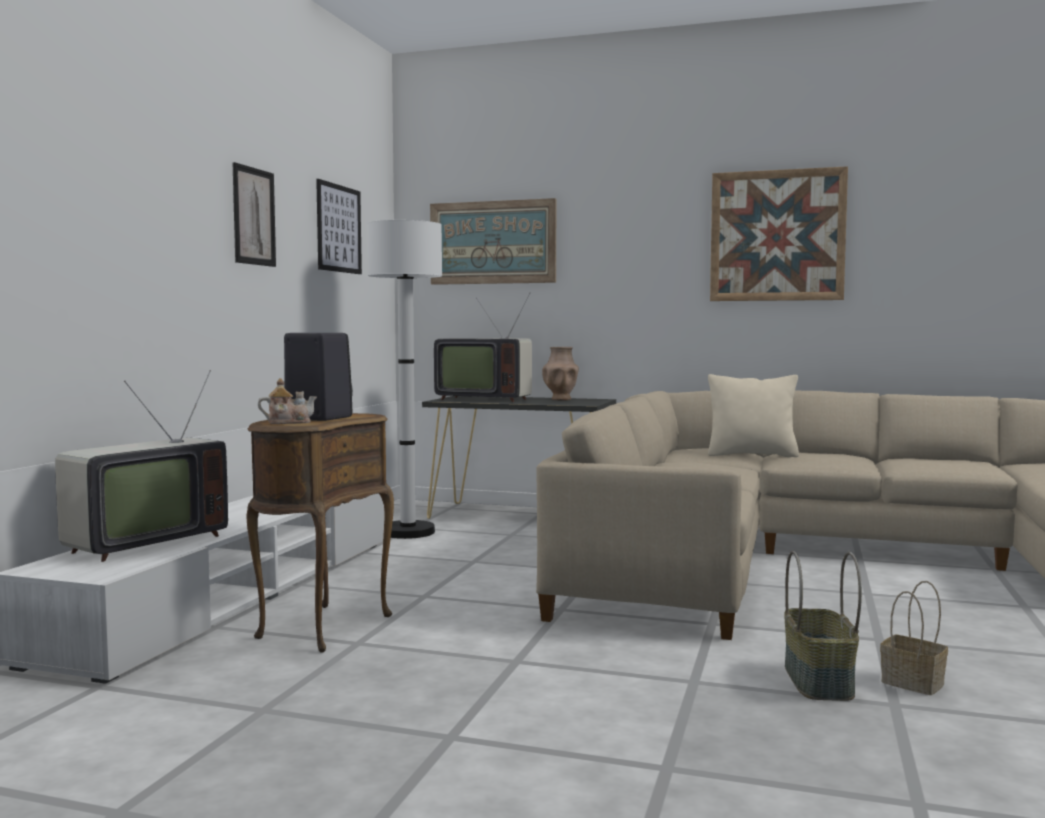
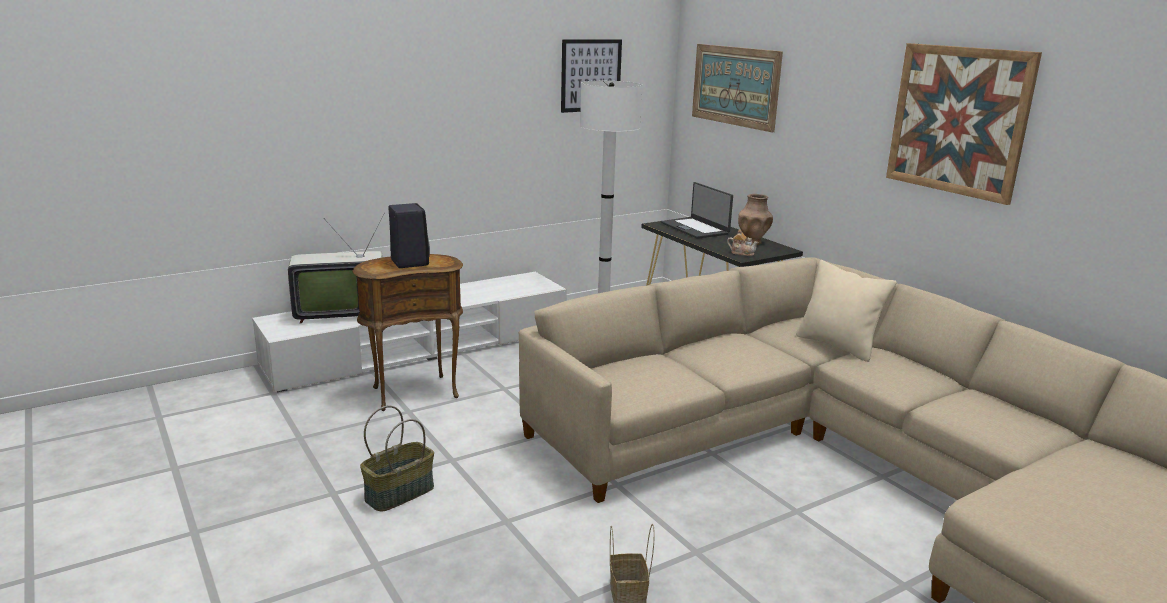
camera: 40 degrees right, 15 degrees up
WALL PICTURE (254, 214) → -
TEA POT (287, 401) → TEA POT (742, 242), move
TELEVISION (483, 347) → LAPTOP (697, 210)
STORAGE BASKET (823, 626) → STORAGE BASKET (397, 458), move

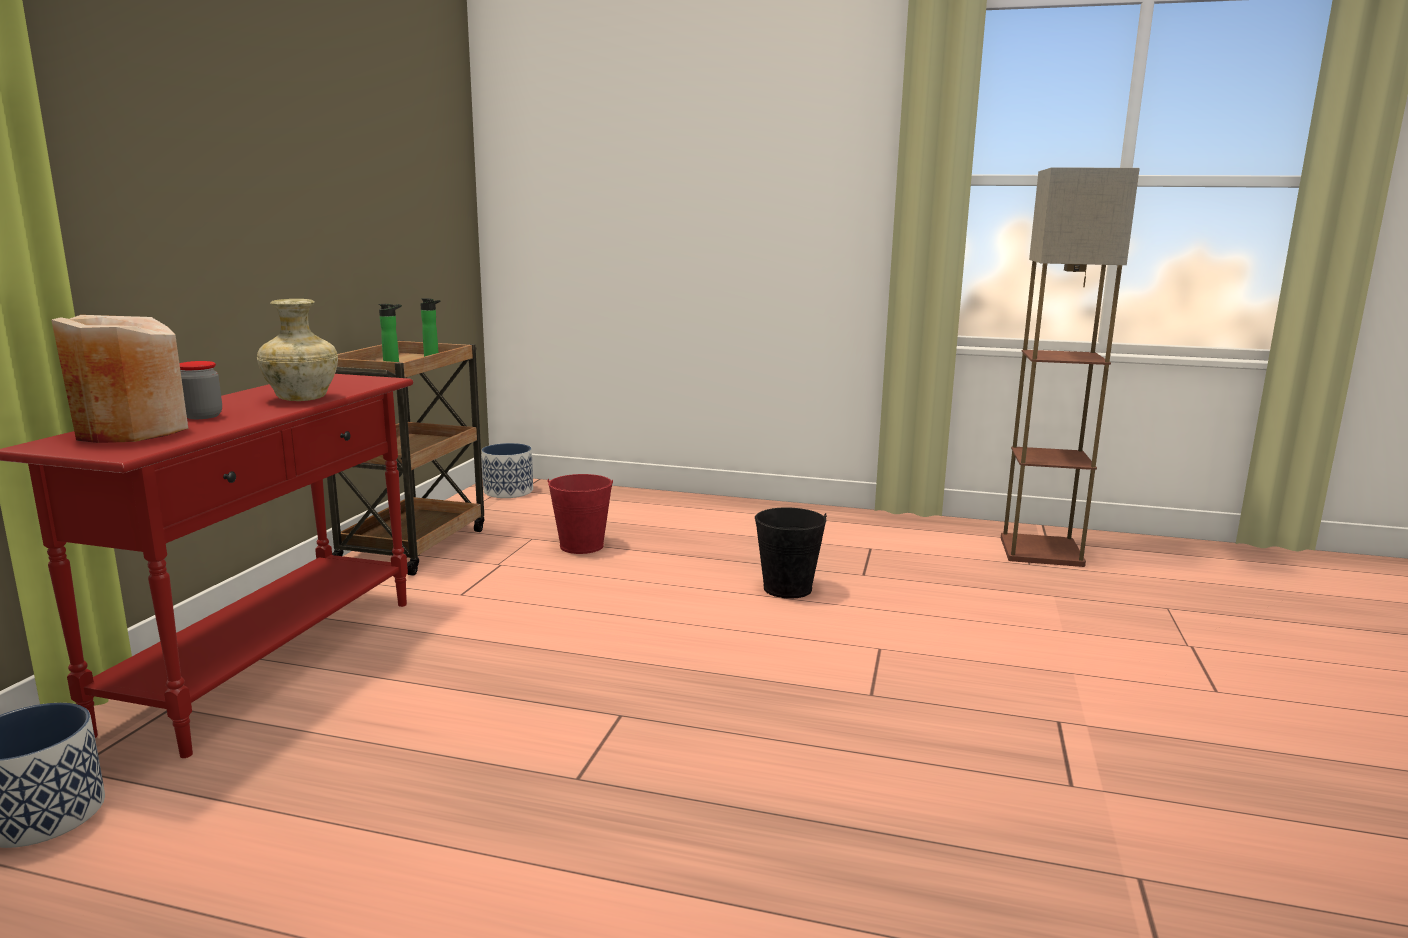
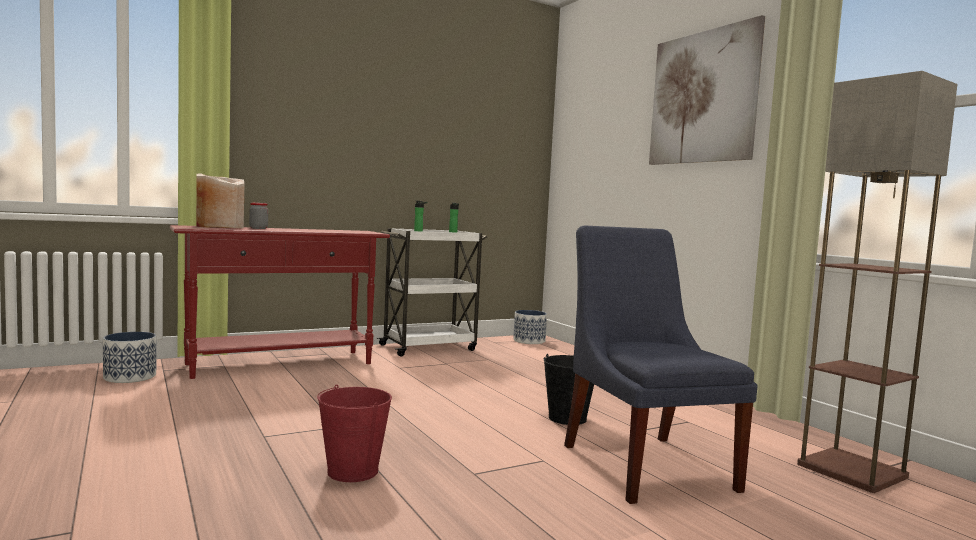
camera: 45 degrees right, 10 degrees down
BEIGE FLOWER VASE (297, 350) → -
BROWN-COLOURED CART (405, 458) → WHITE CART (431, 292)
RED WATER BUCKET (580, 514) → RED WATER BUCKET (354, 433), move
- → BLUE-COLOURED CHAIR (661, 365)
- → WALL PICTURE (707, 90)

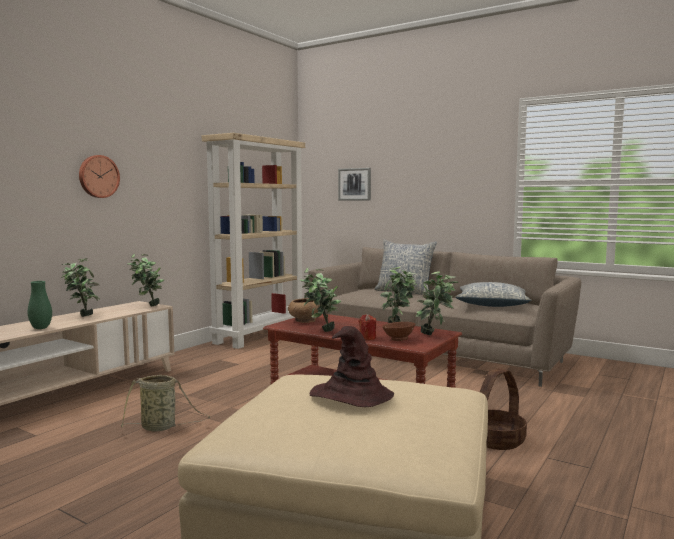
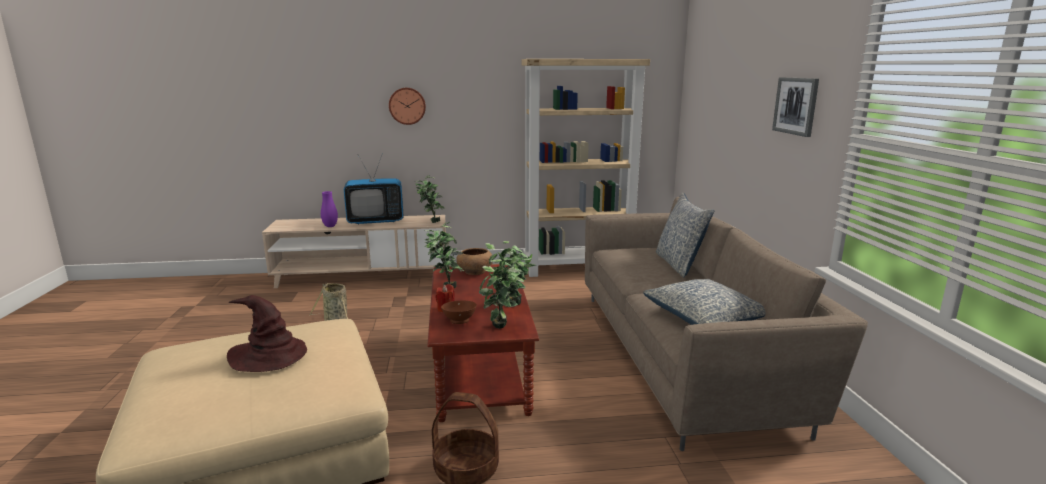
camera: 50 degrees right, 10 degrees up
GREEN-COLOURED FLOWER VASE (40, 305) → PURPLE FLOWER VASE (329, 209)
PLANT IN A POT (80, 287) → TELEVISION (374, 188)
WALL PICTURE (354, 184) → WALL PICTURE (795, 107), move

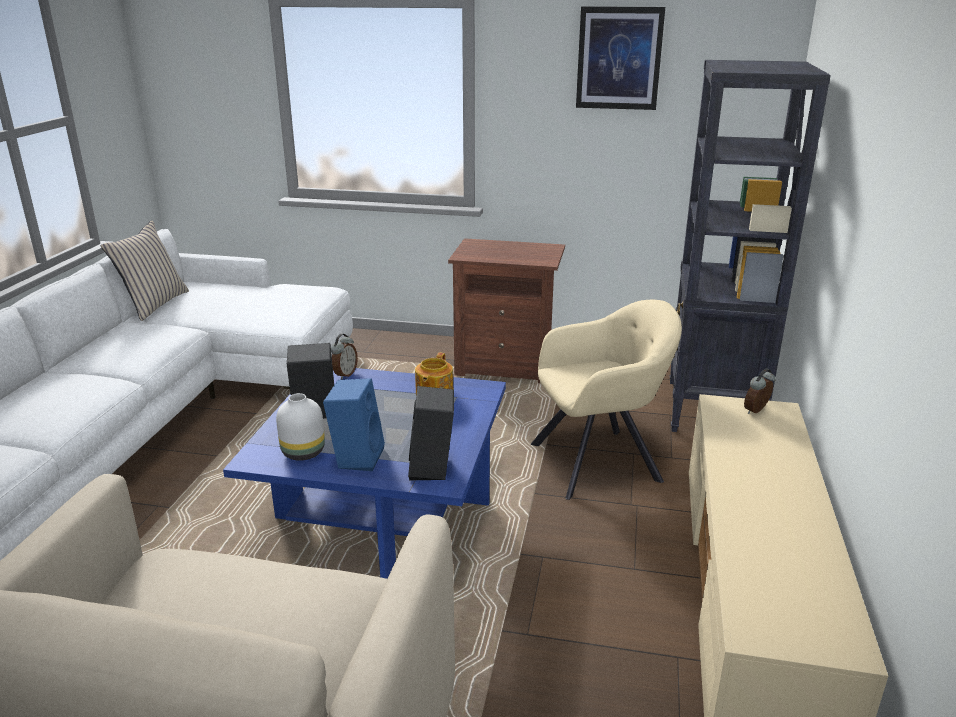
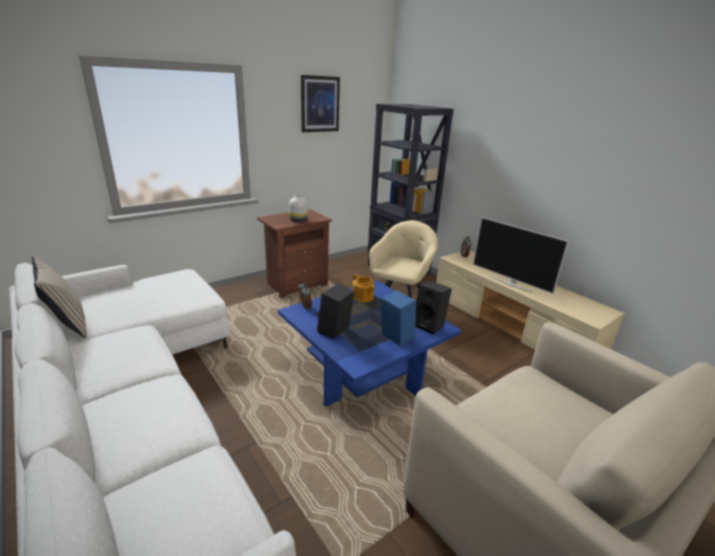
camera: 50 degrees left, 0 degrees up
WHITE FLOWER VASE (300, 427) → WHITE FLOWER VASE (298, 208), move
- → TELEVISION (521, 255)

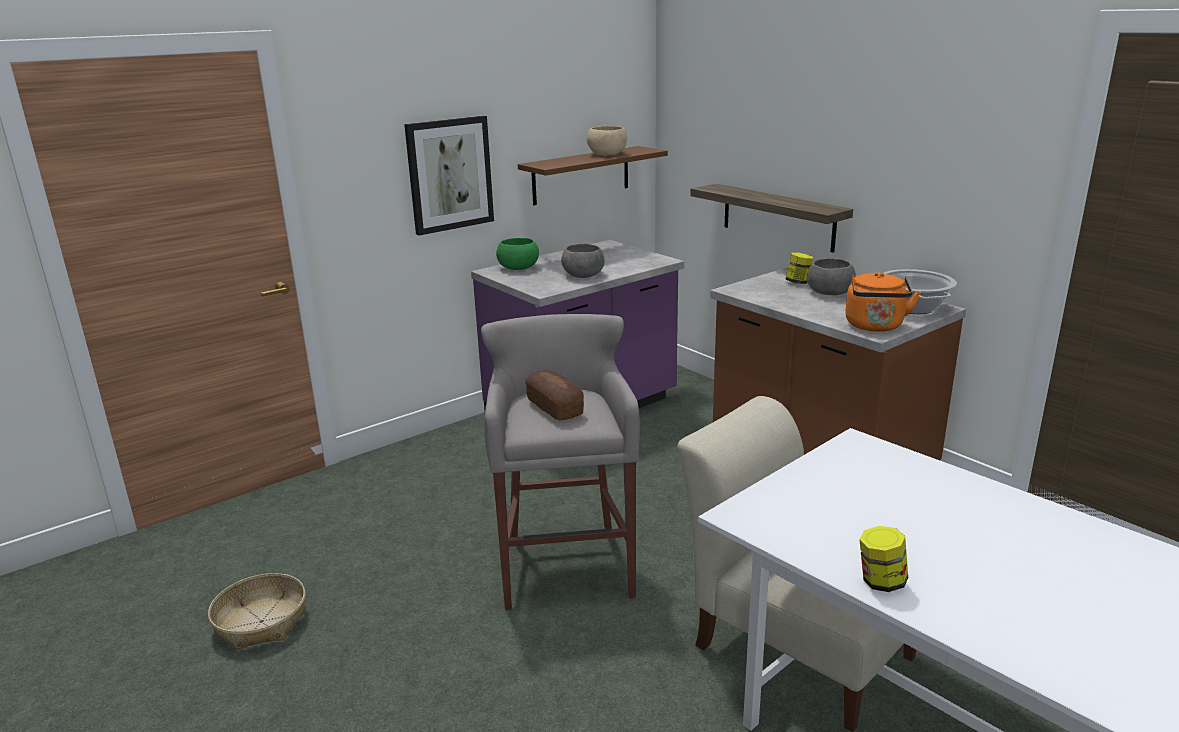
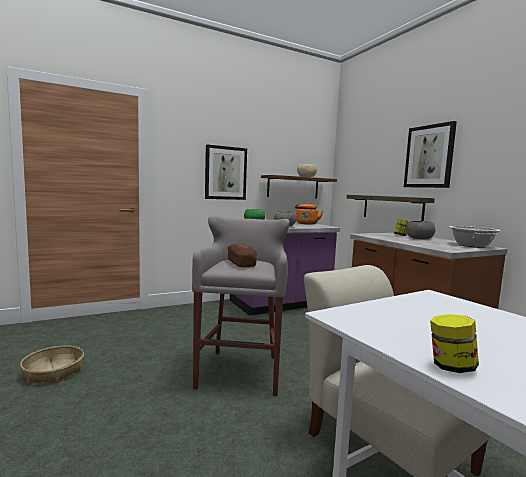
camera: 10 degrees right, 15 degrees down
ORANGE-COLOURED WATER KETTLE (883, 302) → ORANGE-COLOURED WATER KETTLE (309, 214), move
- → WALL PICTURE (430, 154)

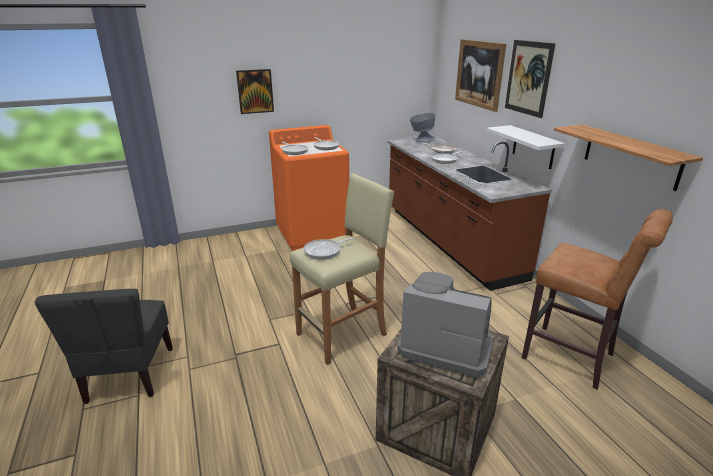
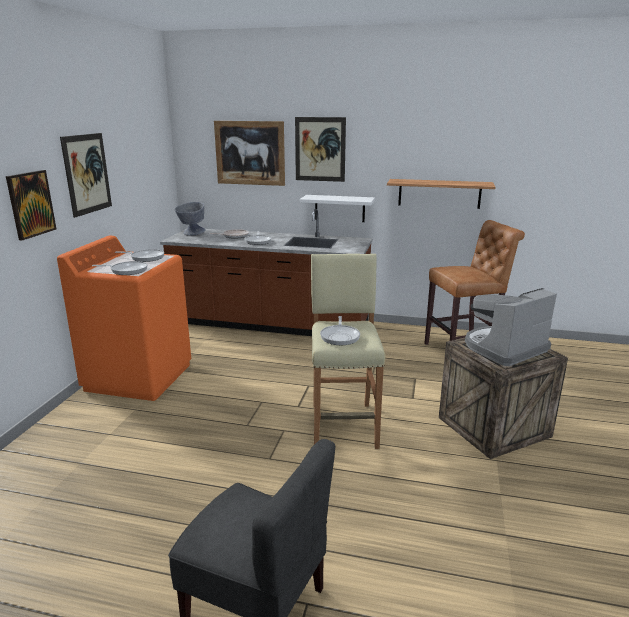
camera: 55 degrees left, 5 degrees down
- → WALL PICTURE (86, 175)

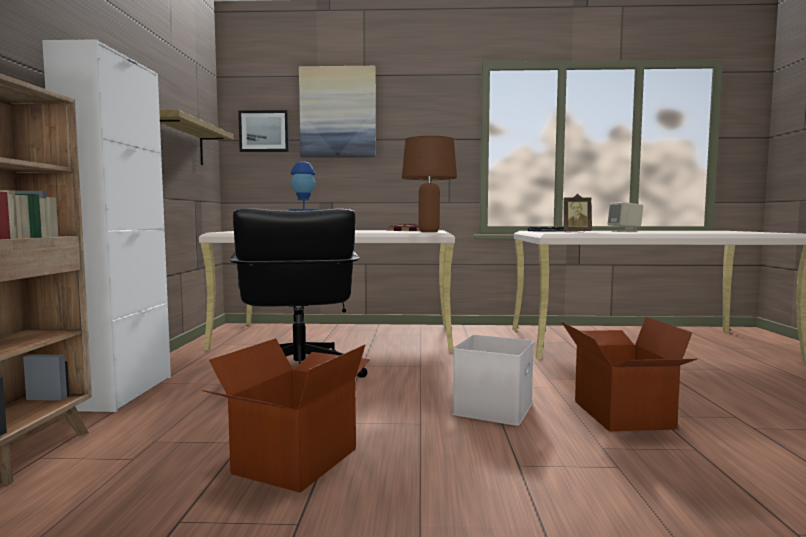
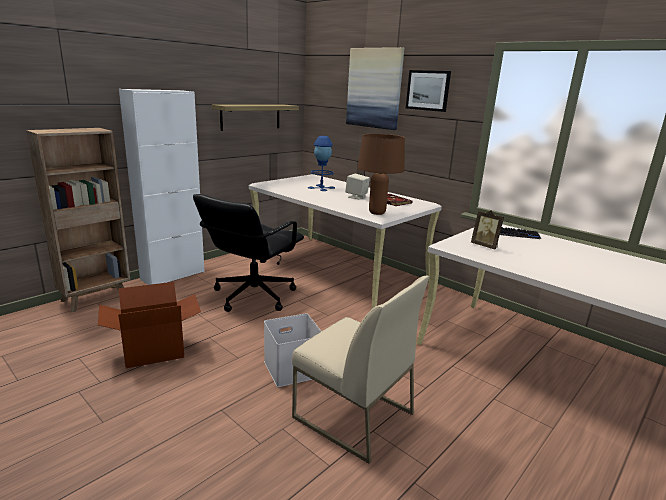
camera: 40 degrees right, 15 degrees up
WALL PICTURE (263, 131) → WALL PICTURE (428, 91), move
PACKING BOX (629, 374) → BEIGE CHAIR (361, 370)
BEIGE AUDIO SPEAKER (625, 217) → BEIGE AUDIO SPEAKER (357, 186), move

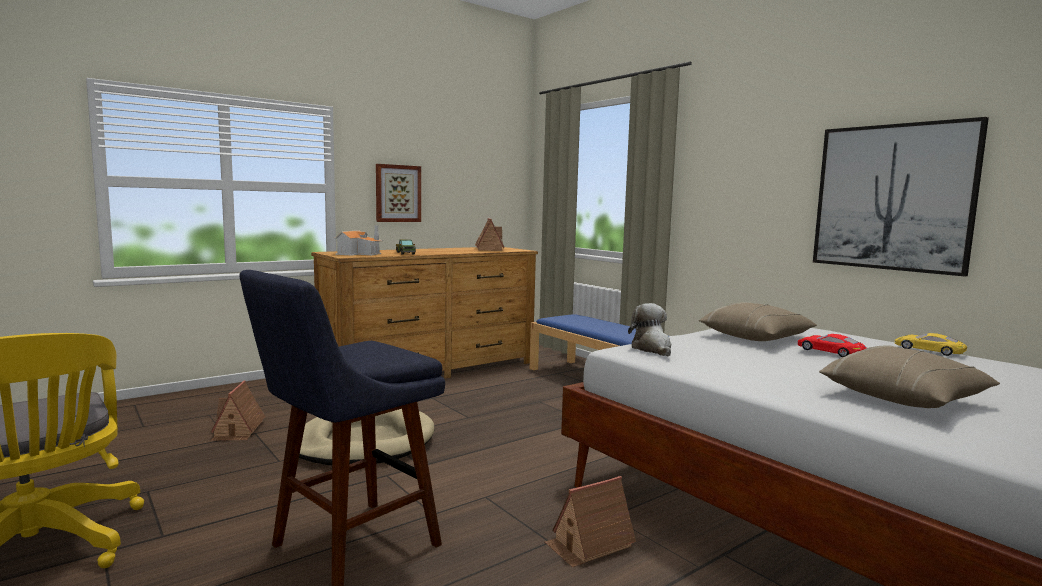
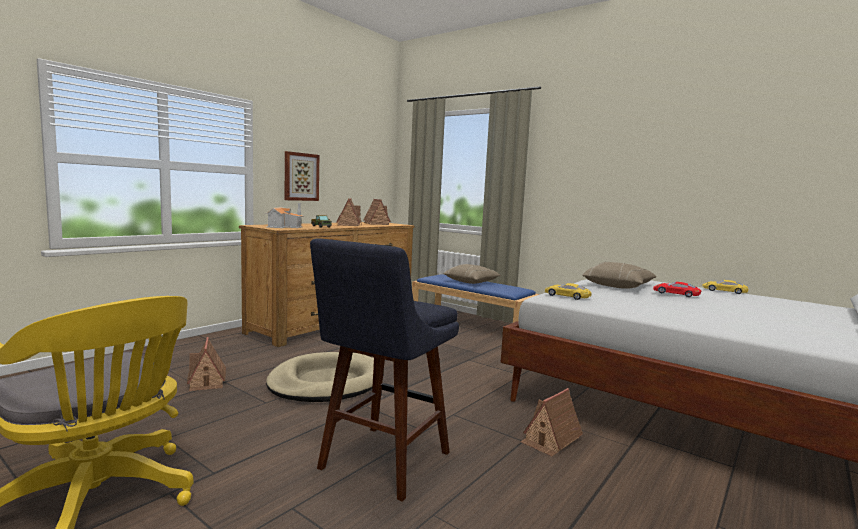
camera: 15 degrees left, 0 degrees up
CUDDLY TOY (649, 329) → YELLOW MINIATURE CAR (568, 291)
WALL PICTURE (901, 196) → -
BEIGE THROW PILLOW (909, 377) → BEIGE THROW PILLOW (472, 274), move
- → MODEL HOUSE (349, 212)

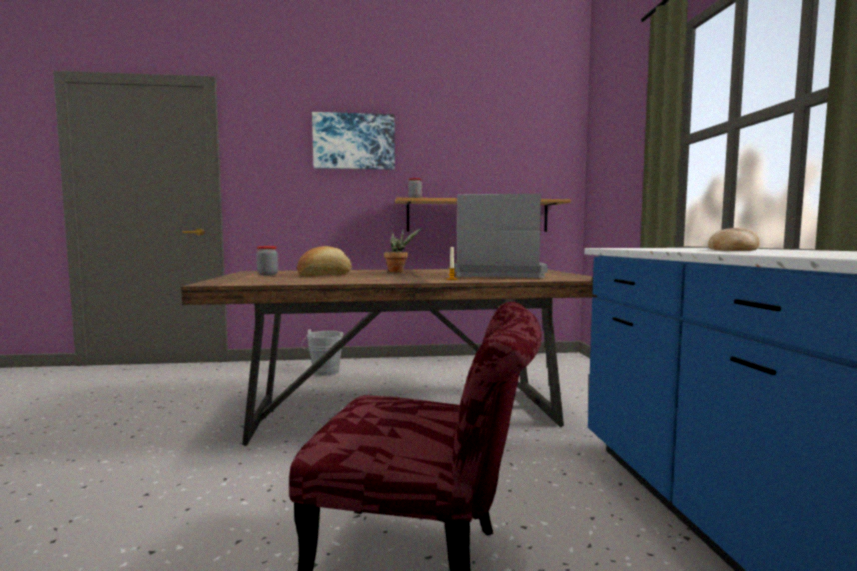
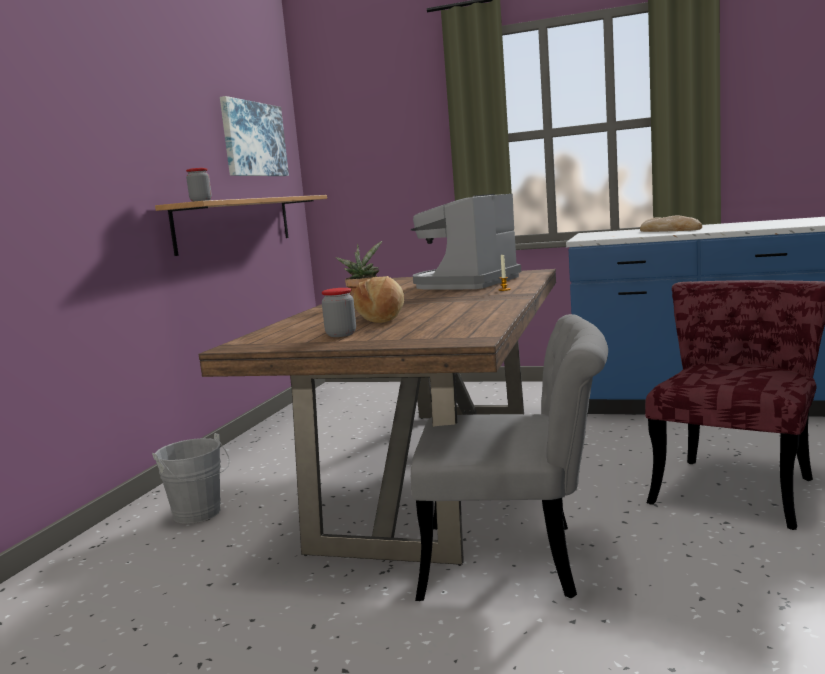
camera: 65 degrees left, 5 degrees up
WALL PICTURE (353, 141) → WALL PICTURE (254, 136), move
- → GRAY CHAIR (509, 457)

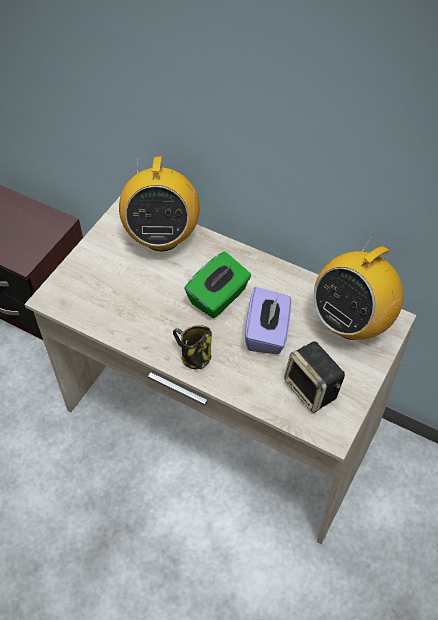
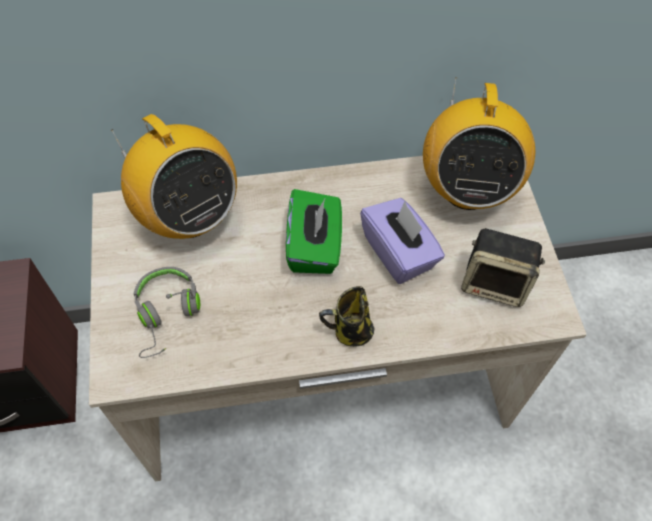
camera: 40 degrees left, 5 degrees up
- → GRAY PAIR OF HEADPHONES (167, 312)

